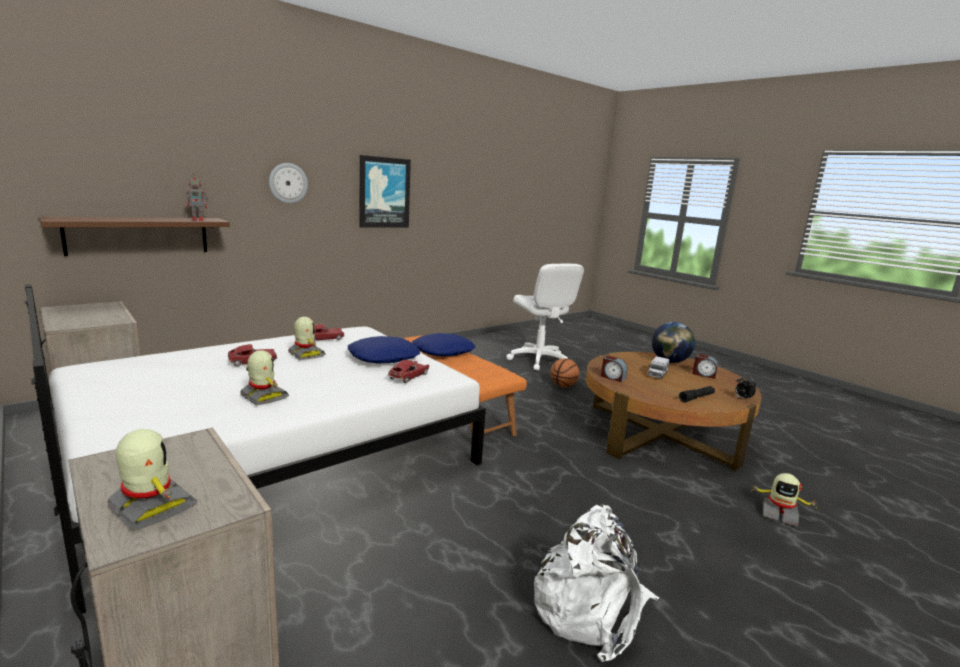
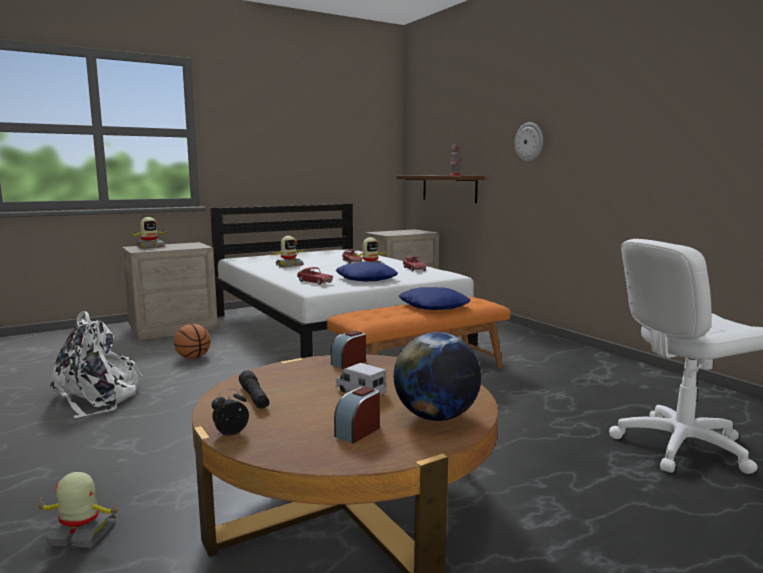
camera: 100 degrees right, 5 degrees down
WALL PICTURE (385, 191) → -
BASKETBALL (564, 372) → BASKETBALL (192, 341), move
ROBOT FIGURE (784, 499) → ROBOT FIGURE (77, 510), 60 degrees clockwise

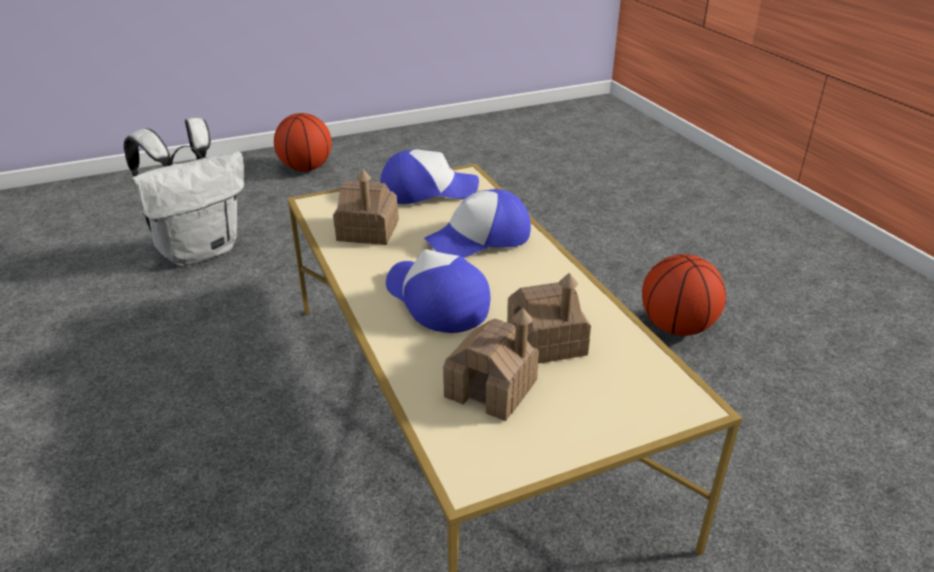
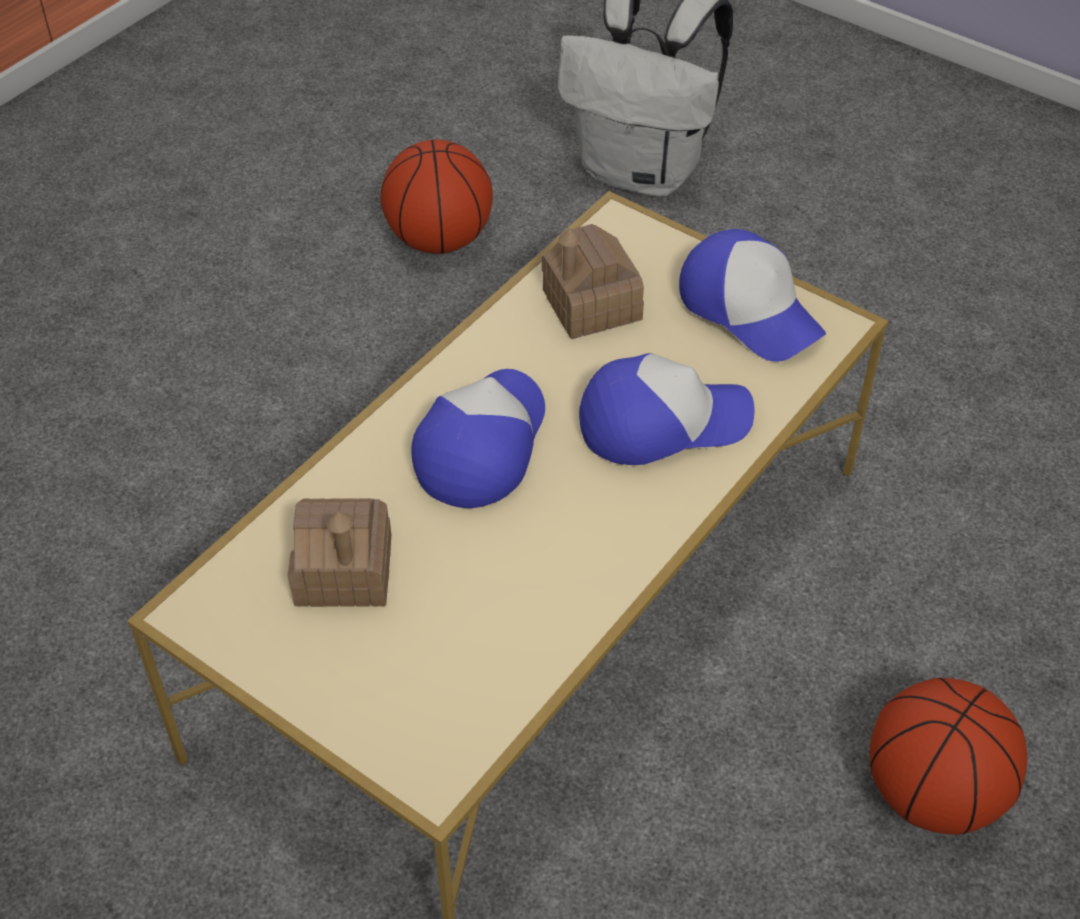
camera: 60 degrees right, 15 degrees up
BASKETBALL (303, 142) → BASKETBALL (437, 197), move
CAP (477, 223) → CAP (667, 409), 135 degrees clockwise
MODEL HOUSE (549, 318) → -

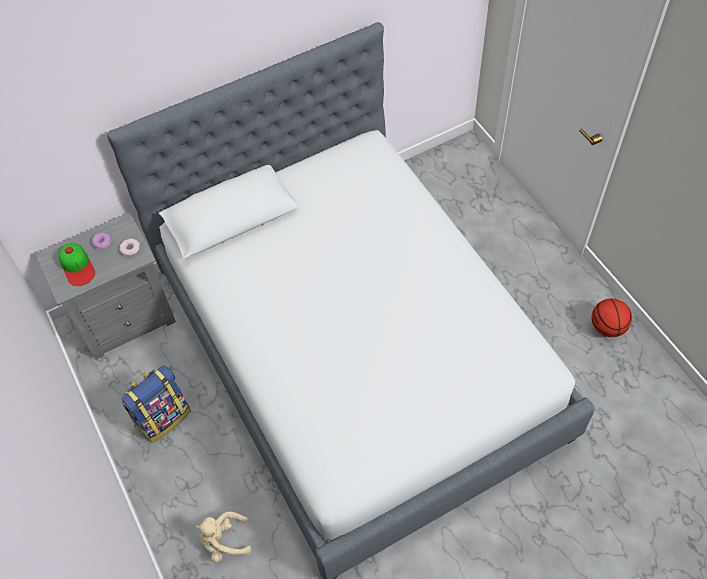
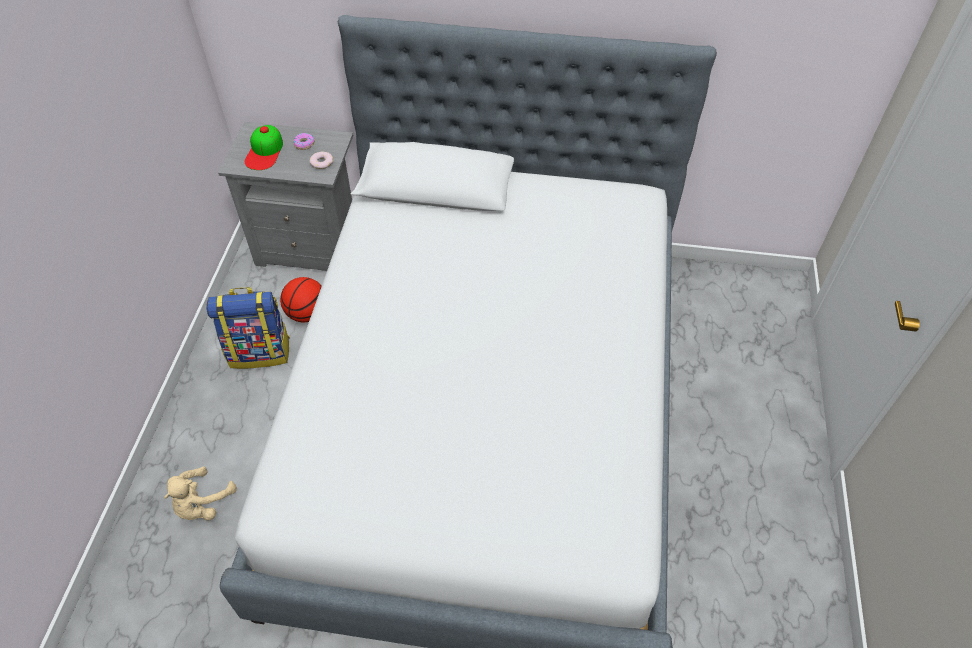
camera: 35 degrees right, 5 degrees down
BEIGE CUDDLY TOY (224, 537) → BEIGE CUDDLY TOY (200, 493), 90 degrees counterclockwise
BASKETBALL (612, 317) → BASKETBALL (301, 299), move

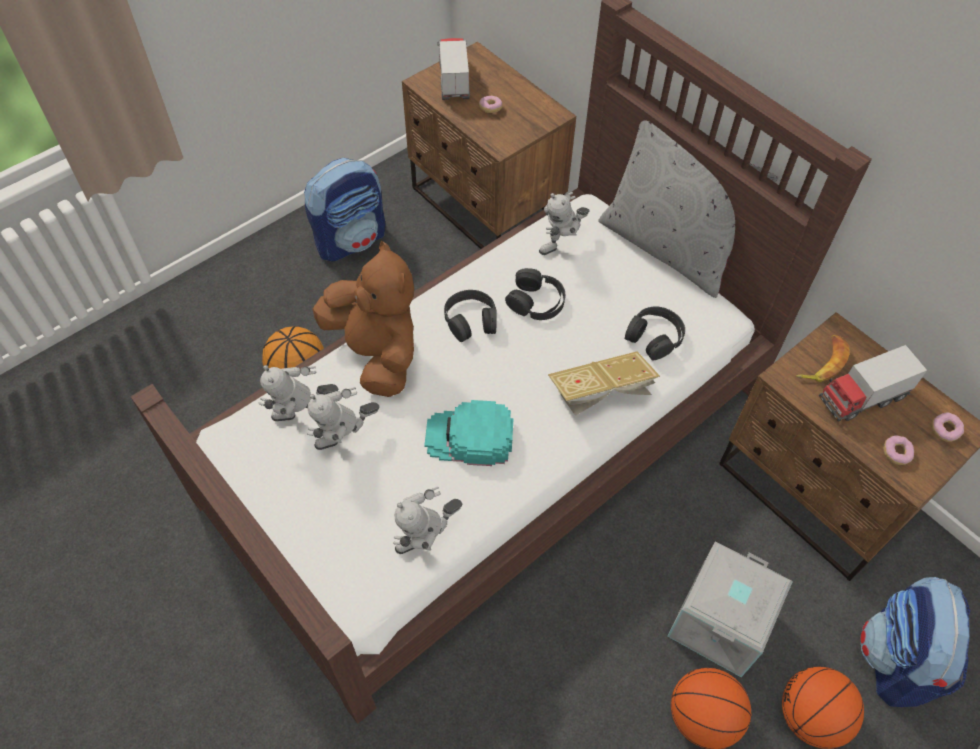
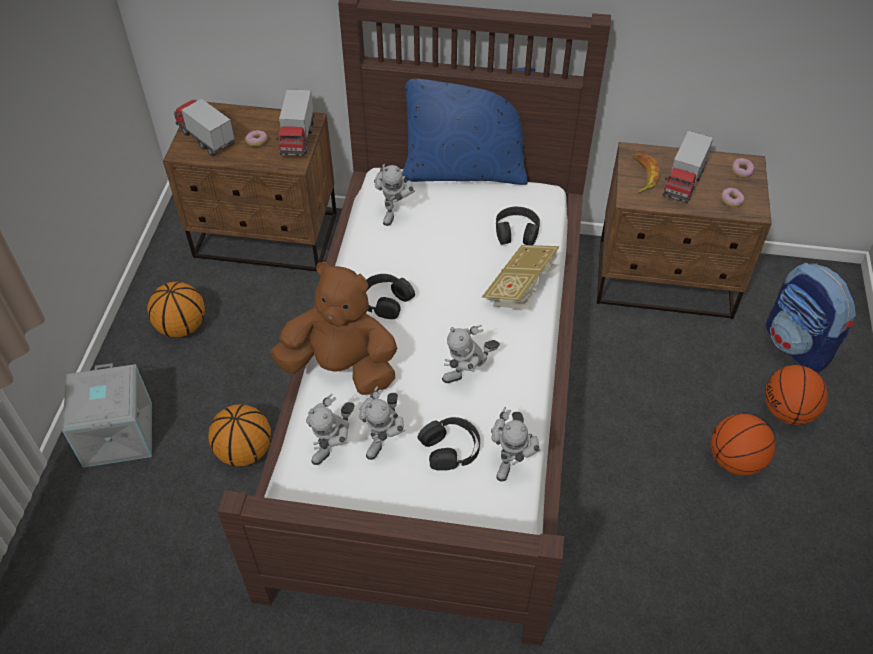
camera: 40 degrees left, 5 degrees down
BACKPACK (344, 209) → BASKETBALL (176, 310)
BLUE-GREEN CAP (469, 433) → ROBOT FIGURE (471, 354)
BLACK-COLOURED PAIR OF HEADPHONES (535, 294) → BLACK-COLOURED PAIR OF HEADPHONES (449, 444), move
GRAY THROW PILLOW (688, 209) → BLUE-COLOURED THROW PILLOW (468, 126)
GRAY STORAGE BIN (730, 609) → GRAY STORAGE BIN (107, 415), move
- → TOY TRUCK (295, 122)

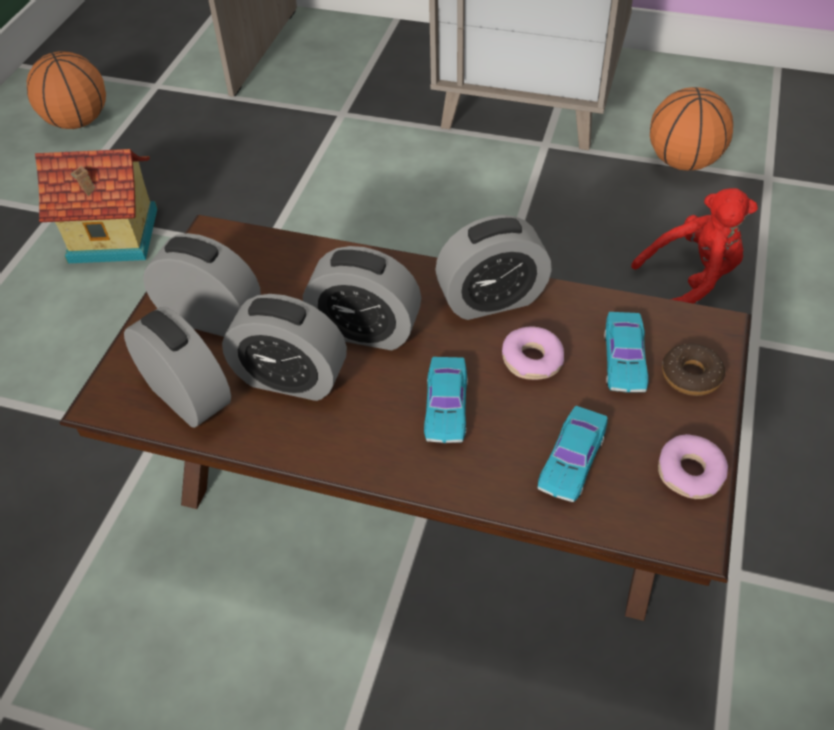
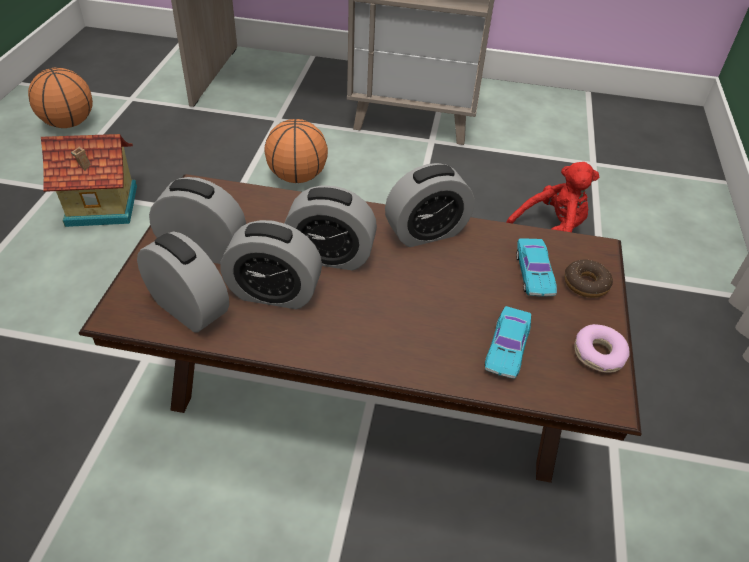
camera: 10 degrees left, 5 degrees down
BLUE-GREEN MINIATURE CAR (446, 400) → -
DOUGHNUT (533, 353) → -
BASKETBALL (691, 129) → BASKETBALL (296, 151), move

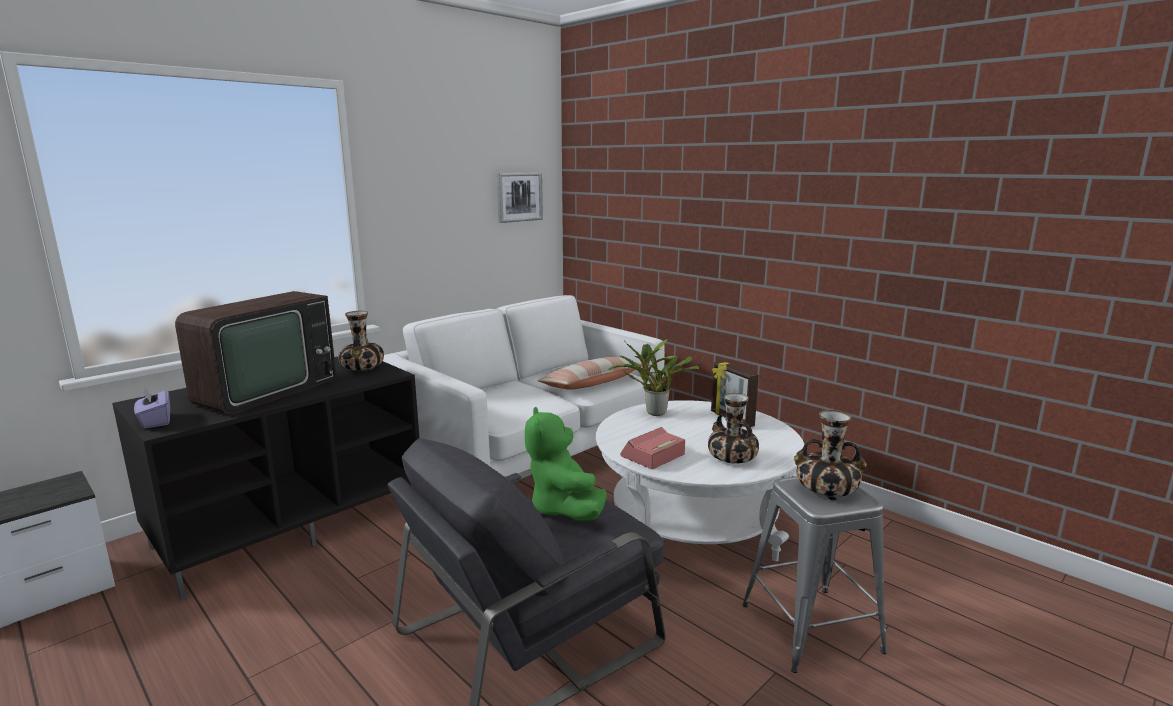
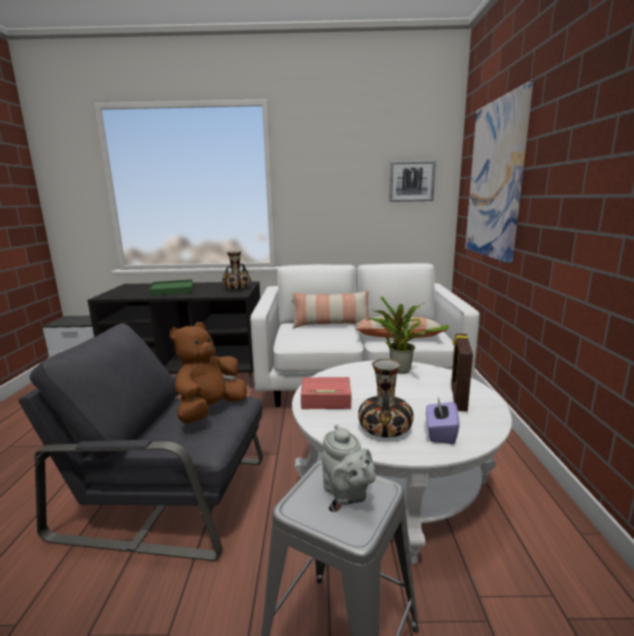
camera: 45 degrees right, 0 degrees up
PURPLE BOX OF TISSUES (152, 408) → PURPLE BOX OF TISSUES (442, 420), move
TELEVISION (256, 352) → GREEN-COLOURED TRAY (171, 287)
GREEN-COLOURED CUDDLY TOY (566, 464) → BROWN-COLOURED CUDDLY TOY (208, 372)
FLOWER VASE (830, 453) → GRAY TEA POT (349, 464)
- → THROW PILLOW (330, 309)
- → WALL PICTURE (499, 172)

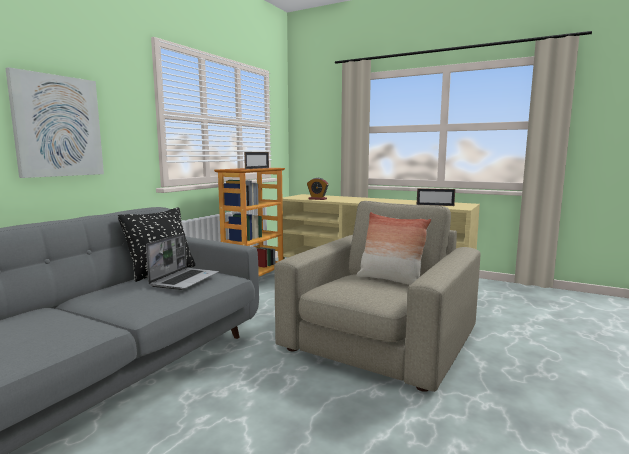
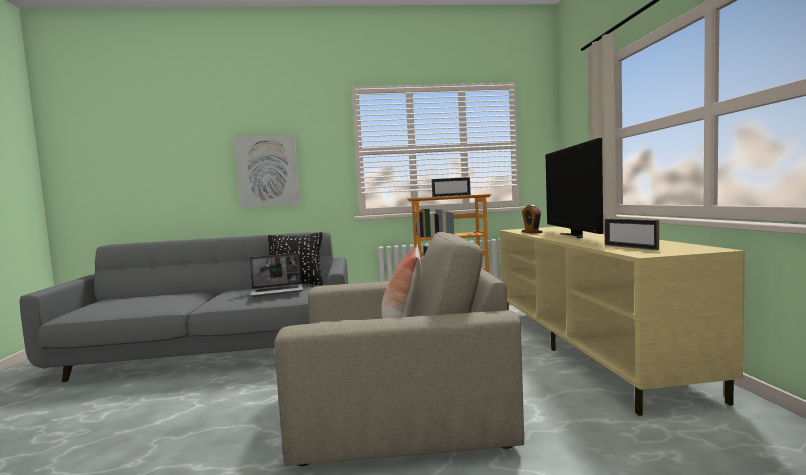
camera: 55 degrees right, 5 degrees down
- → TELEVISION (574, 188)

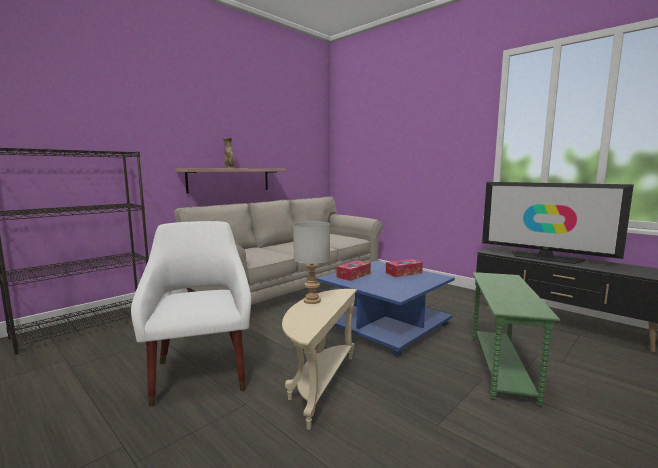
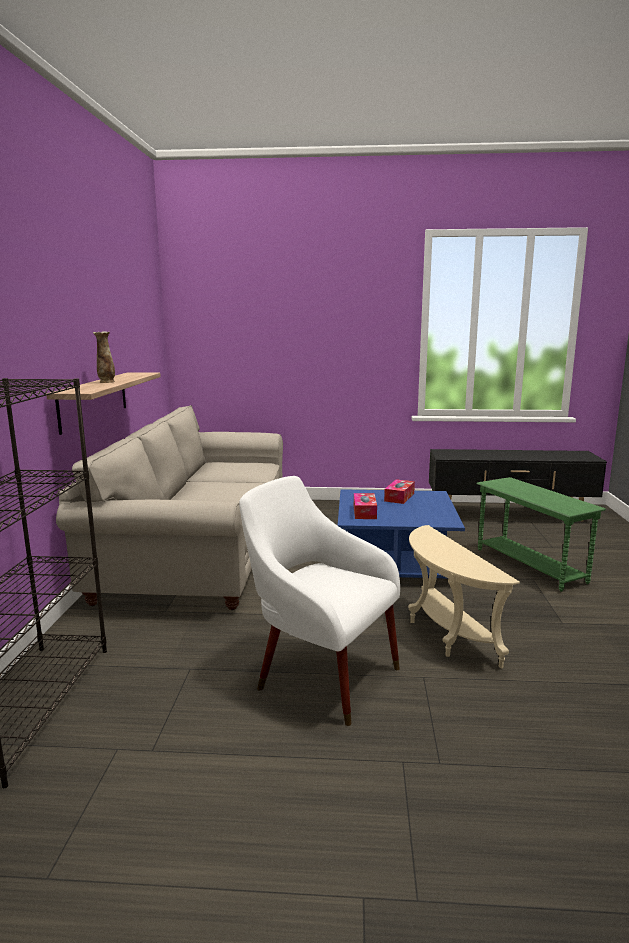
camera: 40 degrees left, 5 degrees up
GRAY TABLETOP LAMP (311, 262) → -
TELEVISION (558, 223) → -

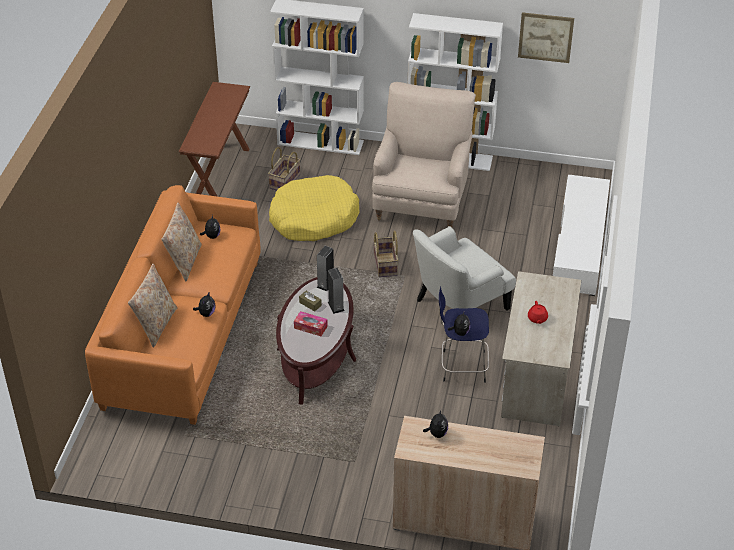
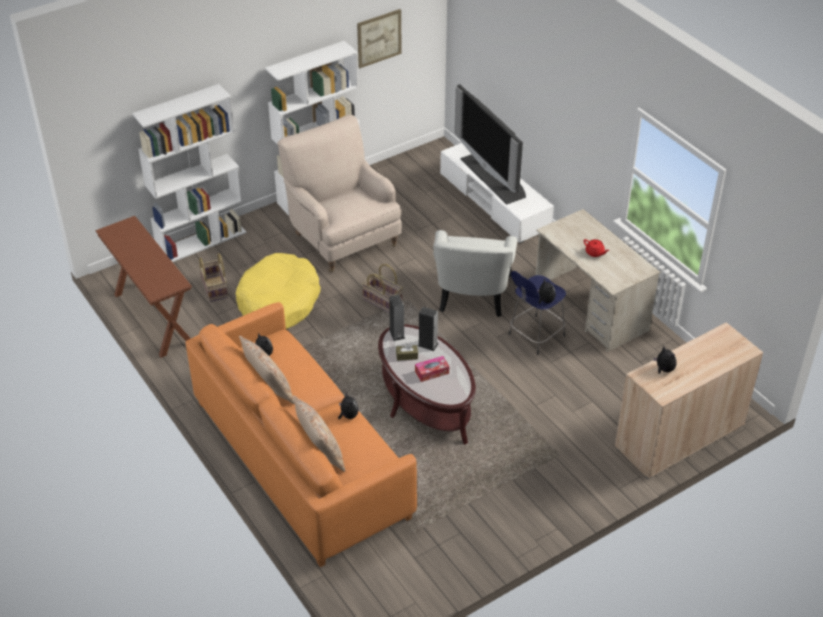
camera: 45 degrees left, 0 degrees up
- → TELEVISION (490, 144)

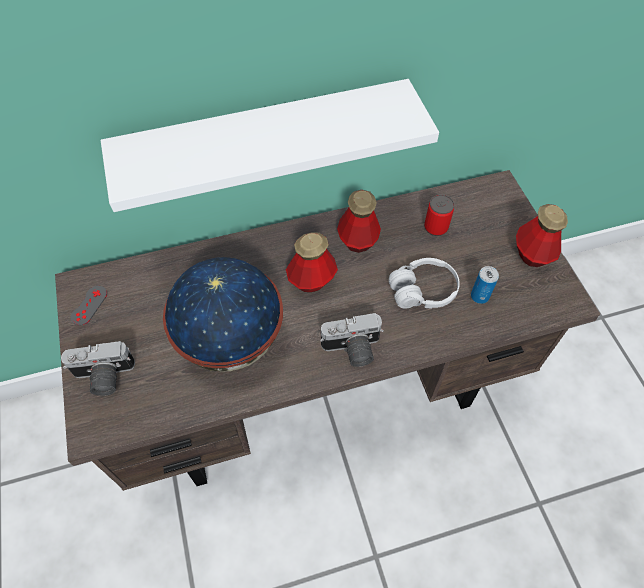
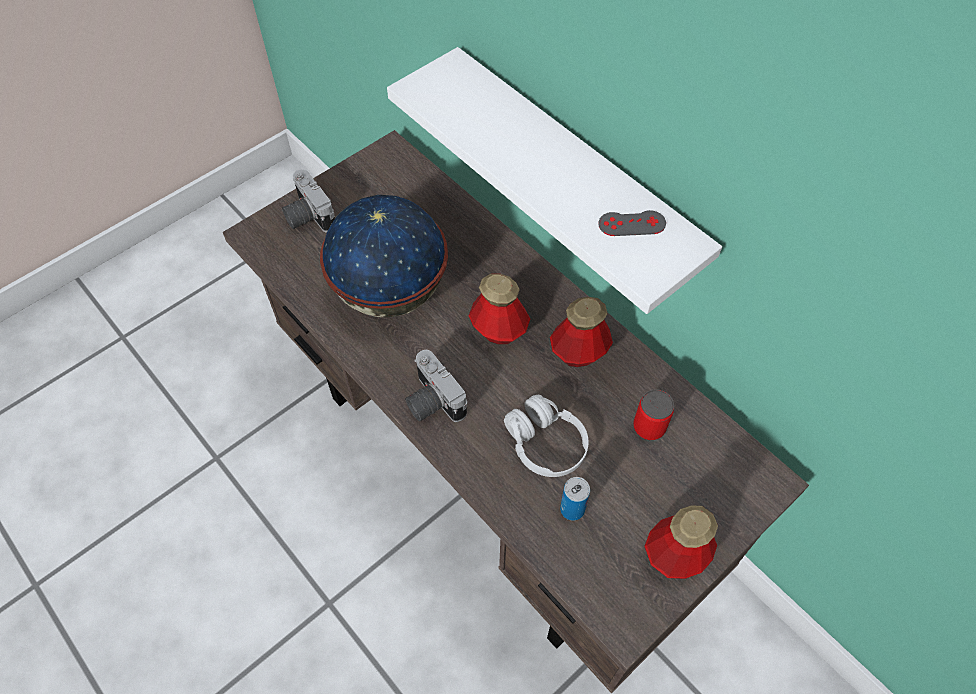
camera: 65 degrees right, 0 degrees up
GRAY JOYPAD (89, 305) → GRAY JOYPAD (632, 223), move

